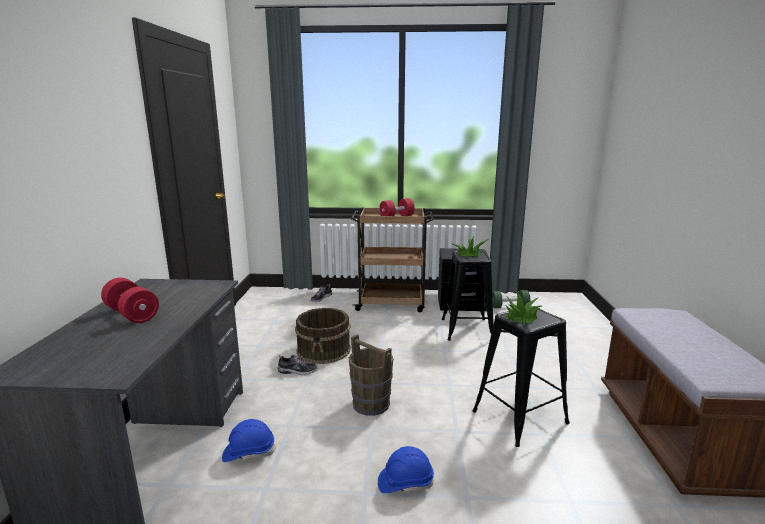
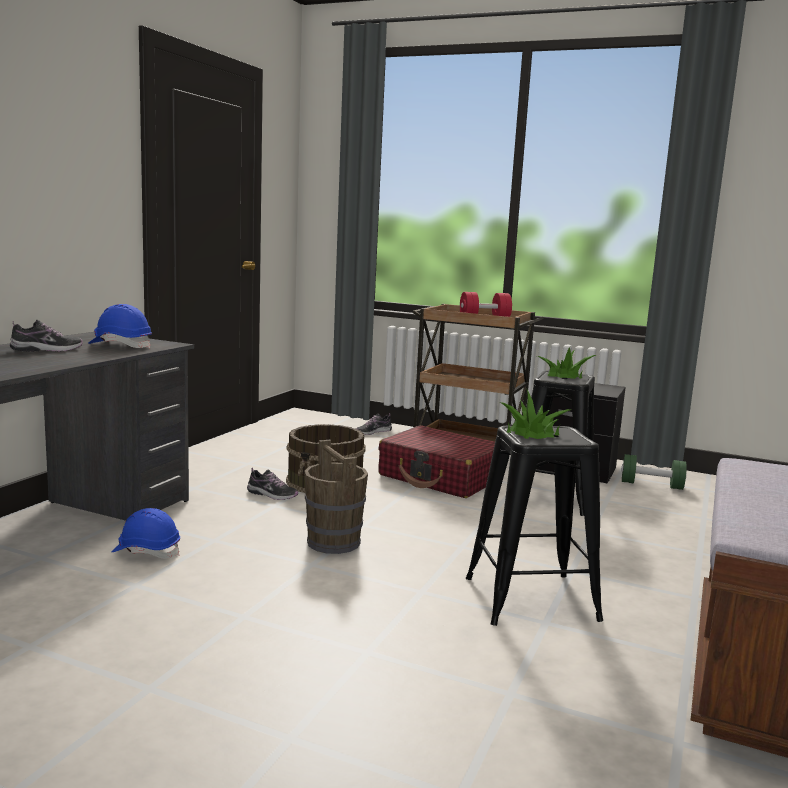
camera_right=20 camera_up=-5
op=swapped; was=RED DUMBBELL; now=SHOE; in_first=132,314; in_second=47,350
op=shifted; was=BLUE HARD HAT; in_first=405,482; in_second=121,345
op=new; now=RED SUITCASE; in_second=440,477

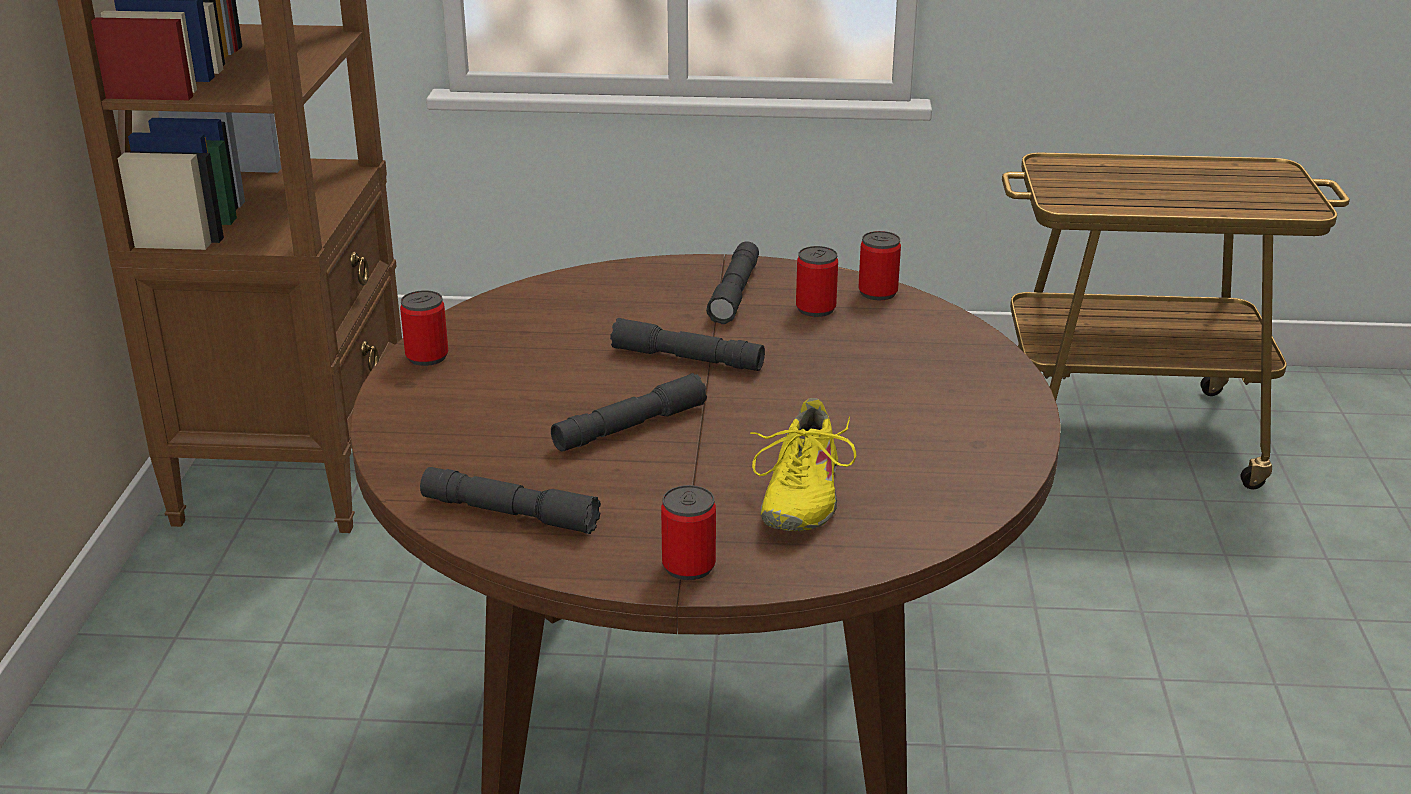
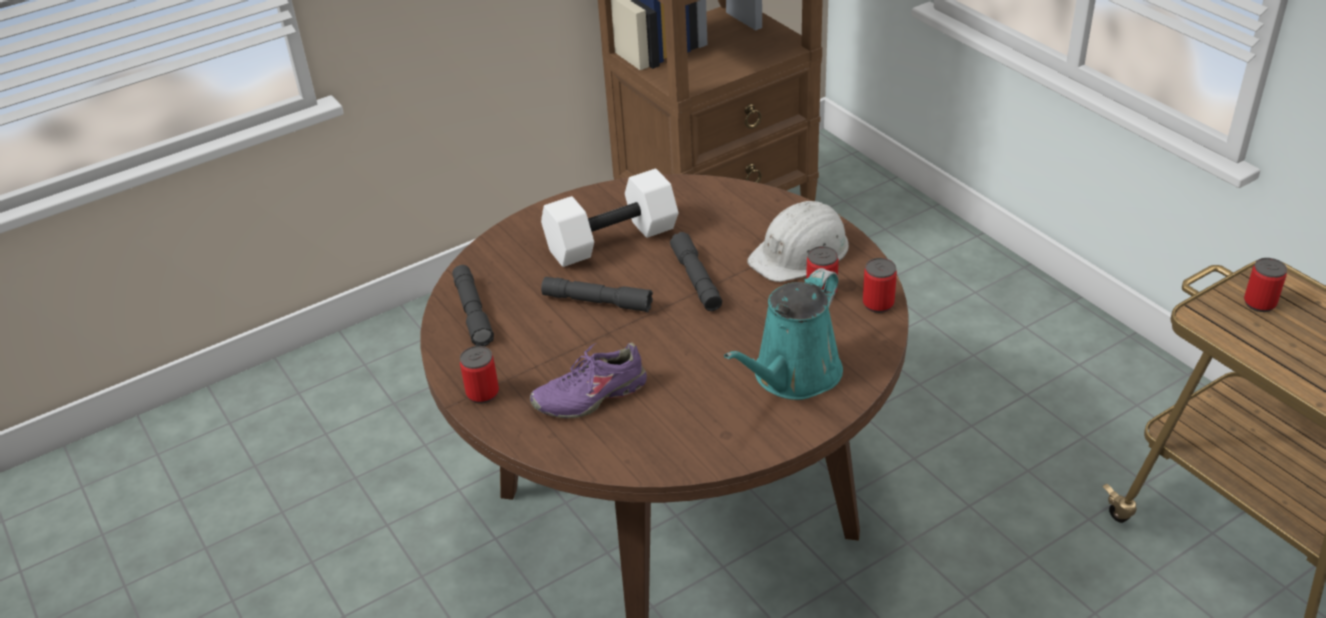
camera_right=55 camera_up=10
op=shifted; was=CAN; in_first=427,357; in_second=1259,303
op=swapped; was=GREY FLASHLIGHT; now=WHITE HARD HAT; in_first=734,293; in_second=801,253
op=repainted; was=YELLOW SHOE; now=PURPLE SHOE; in_first=799,496; in_second=590,395
op=new; now=WHITE DUMBBELL; in_second=612,238
op=new; now=TURQUOISE WATERING CAN; in_second=792,376

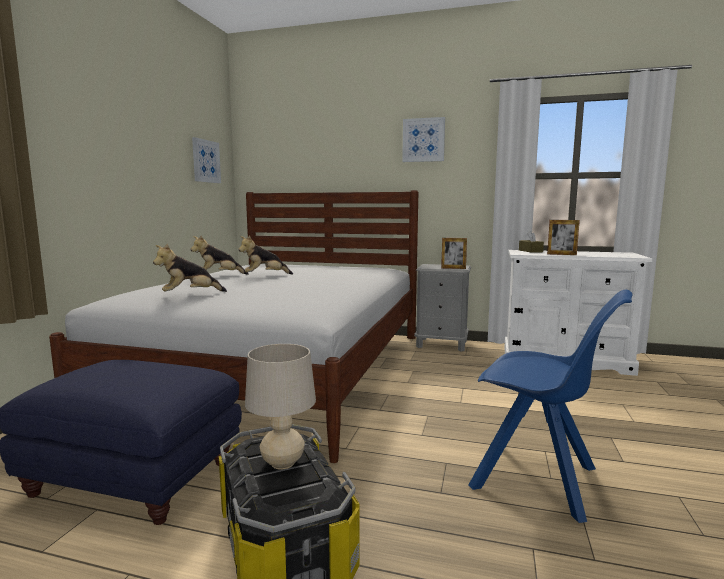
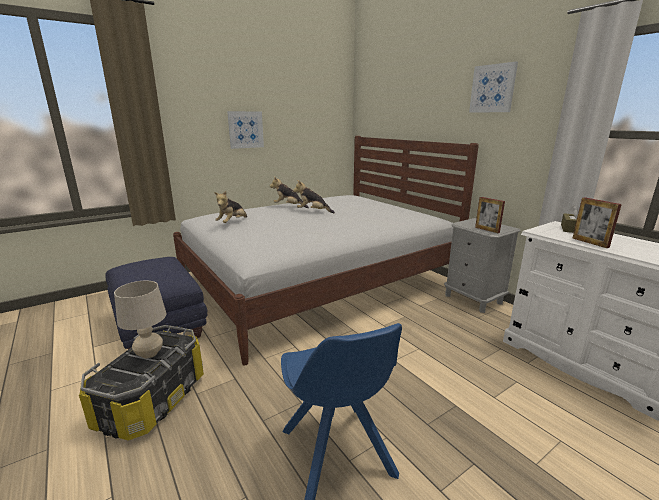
camera_right=40 camera_up=10
op=rotated; was=PLUSH TOY; in_first=190,295; in_second=232,223; clockwise=-75
op=shifted; was=PICTURE; in_first=206,161; in_second=245,129

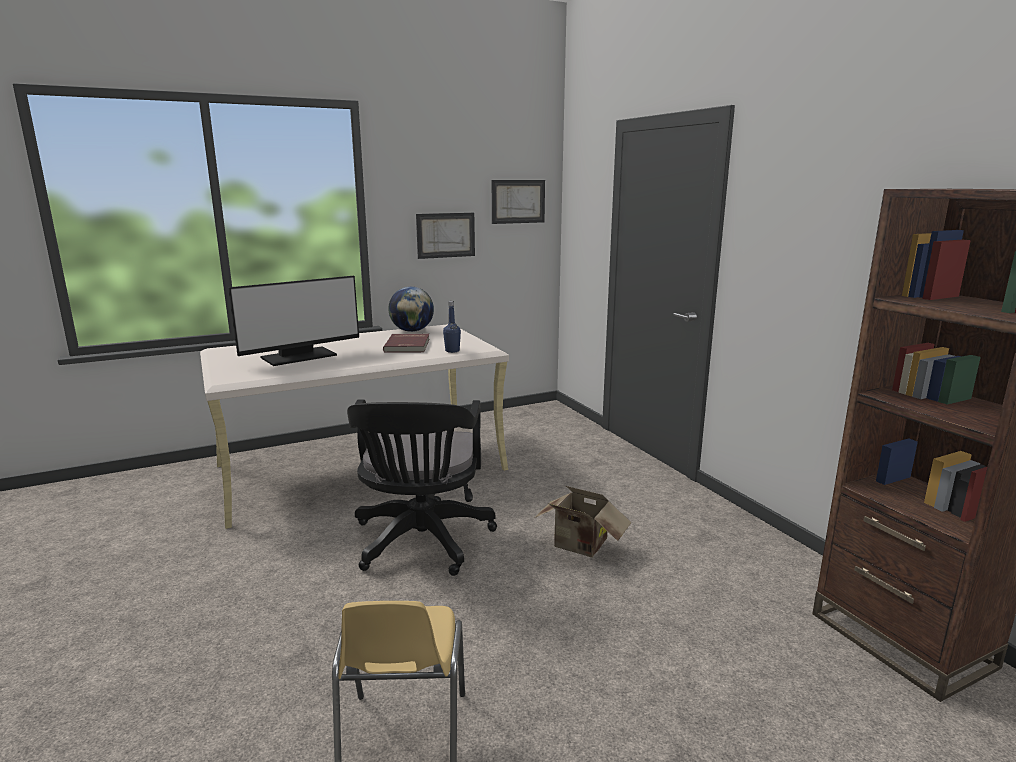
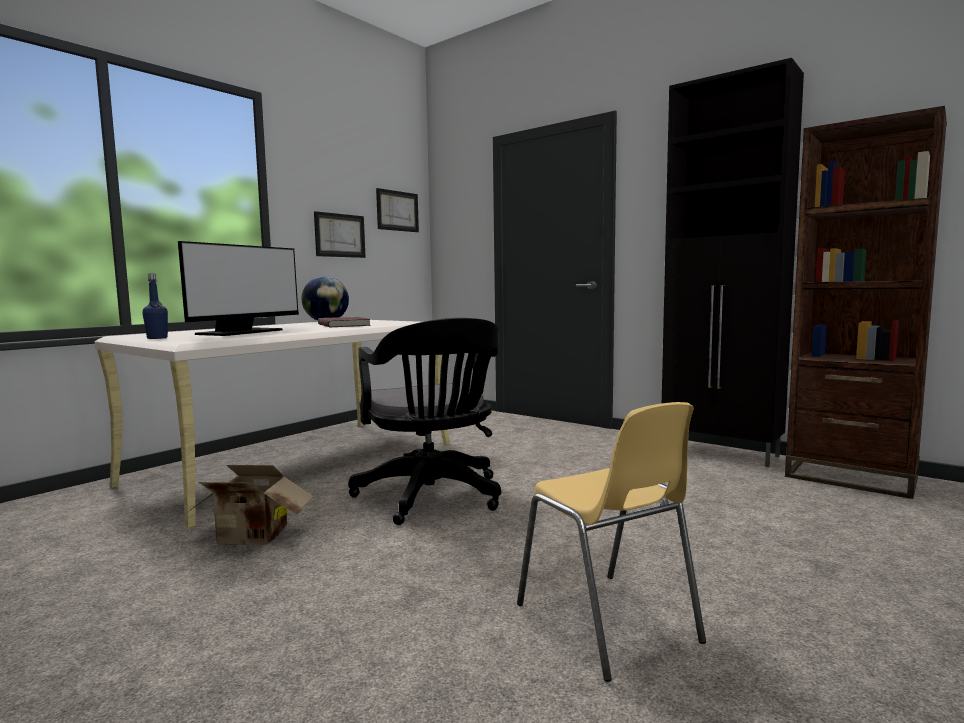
camera_right=-25 camera_up=-10
op=shifted; was=BLUE BOTTLE; in_first=452,351; in_second=157,338
op=shifted; was=CARDBOARD BOX; in_first=580,546; in_second=252,539
op=new; now=BLACK CABINET; in_second=722,453

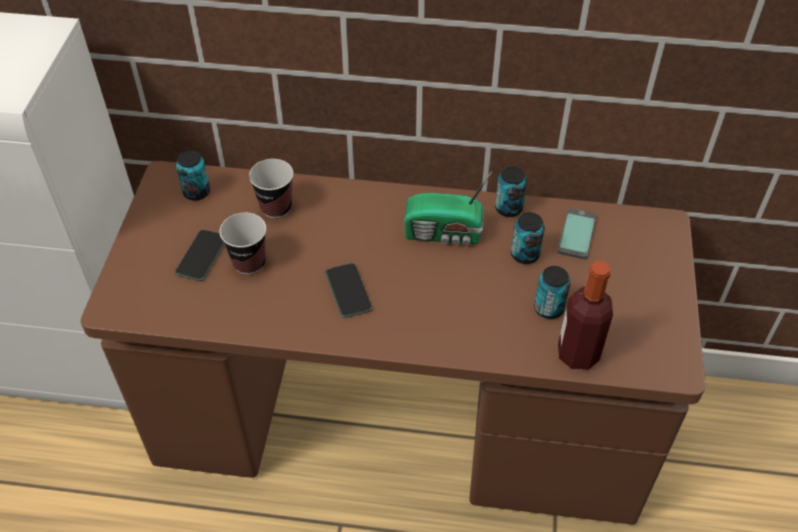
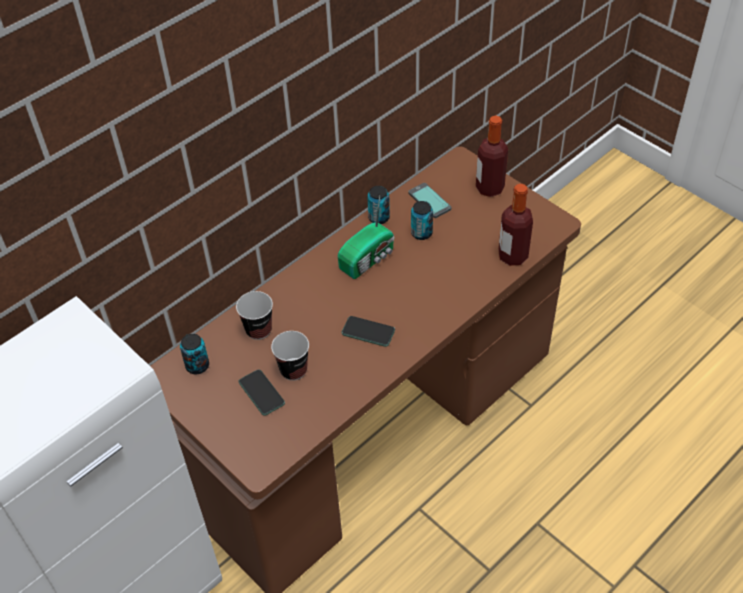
camera_right=-50 camera_up=0
op=gone; was=CAN; in_first=549,308
op=new; now=BOTTLE; in_second=489,188

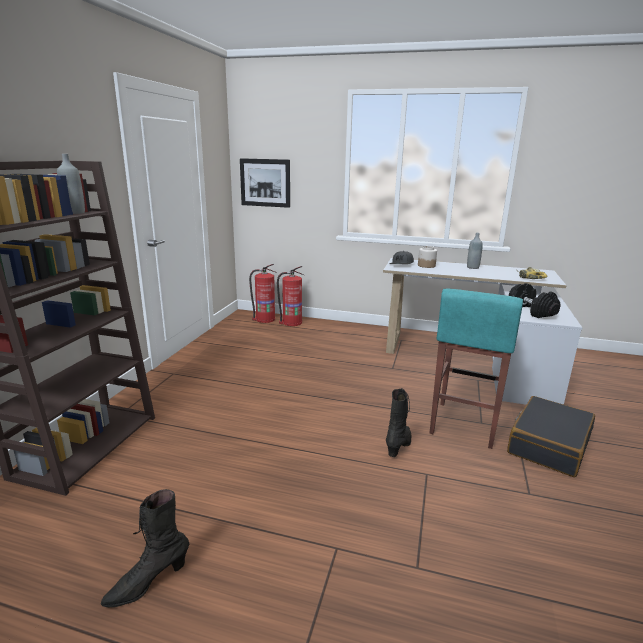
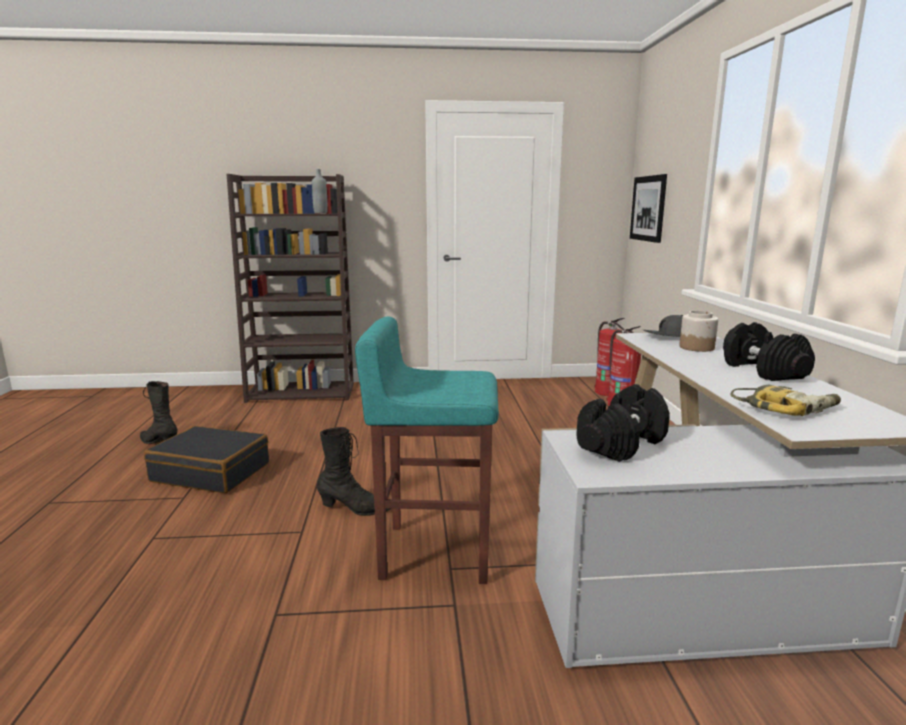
camera_right=70 camera_up=-5
op=swapped; was=GREY BOTTLE; now=BLACK DUMBBELL; in_first=472,267; in_second=762,370
op=shifted; was=BLACK SUITCASE; in_first=548,445; in_second=211,472

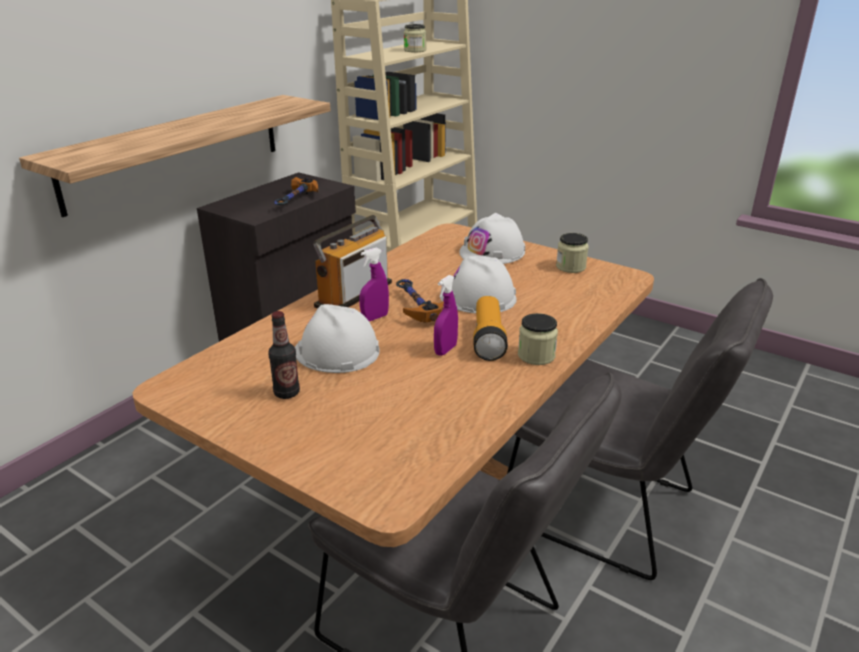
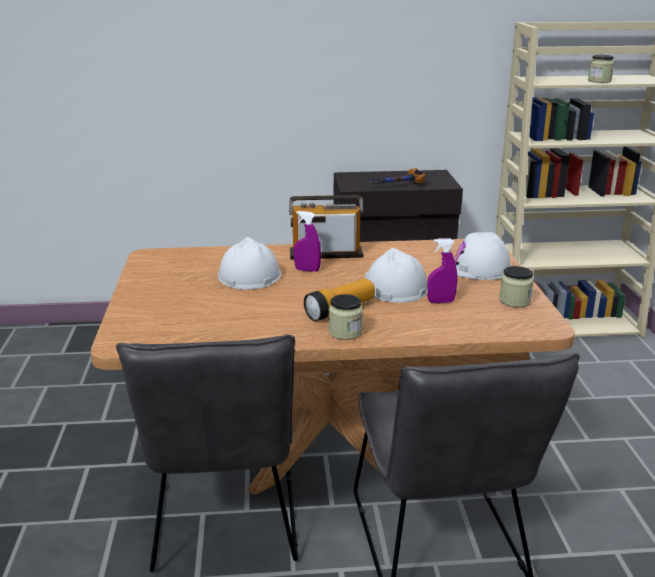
camera_right=50 camera_up=-5
op=gone; was=SHELF; in_first=176,151
op=gone; was=BOTTLE; in_first=287,393
op=gone; was=HAMMER; in_first=415,307
op=shifted; was=PURPLE SPRAY BOTTLE; in_first=445,350; in_second=441,302

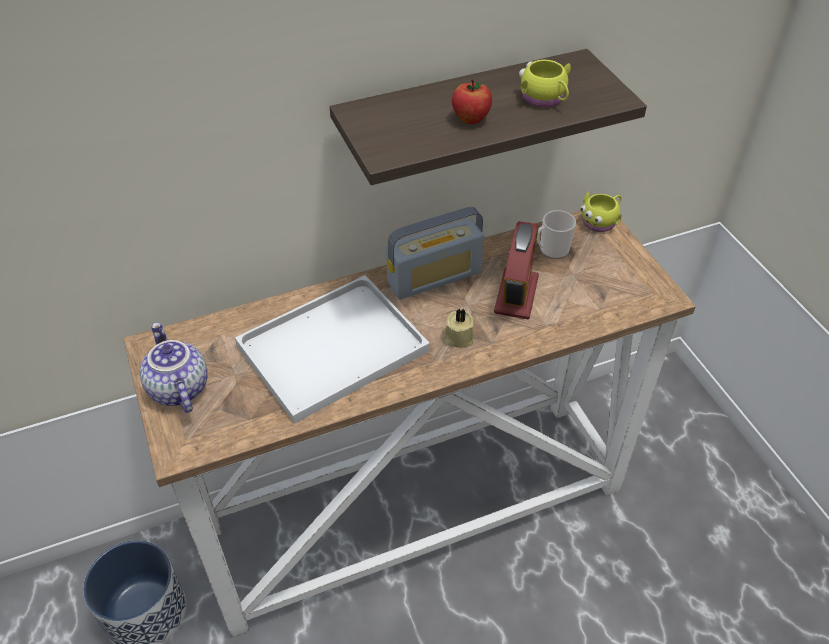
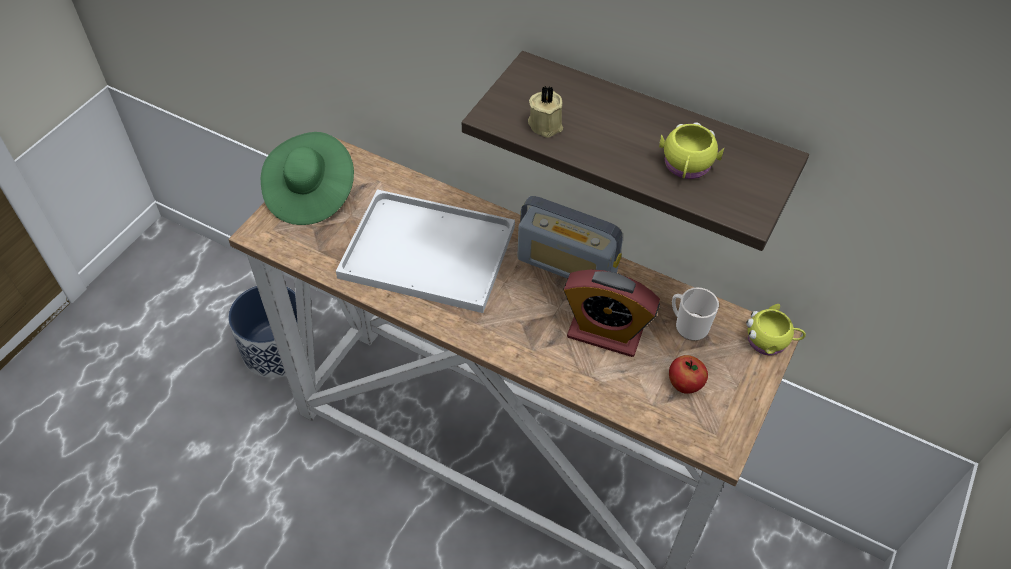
camera_right=50 camera_up=5
op=swapped; was=TEAPOT; now=GREEN HAT; in_first=177,388; in_second=310,194
op=shifted; was=BEIGE CANDLE; in_first=458,337; in_second=546,124
op=shifted; was=APPLE; in_first=470,119; in_second=684,384
op=rotated; was=ALARM CLOCK; in_first=516,295; in_second=605,333; clockwise=45

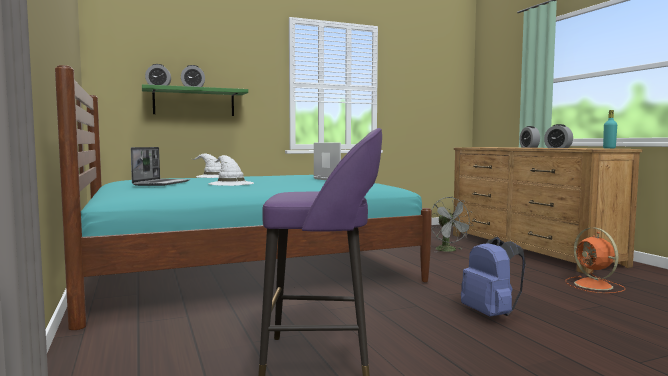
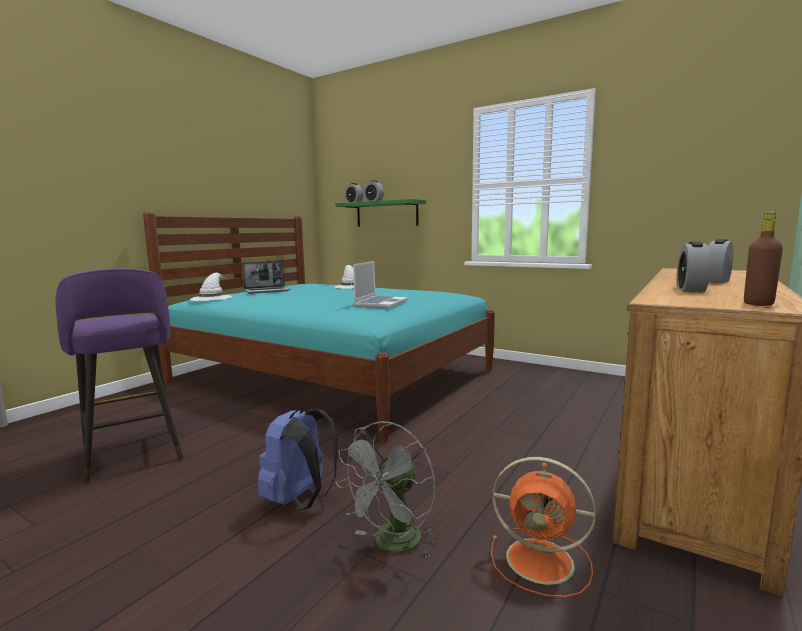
camera_right=55 camera_up=5
op=shifted; was=WHITE HAT; in_first=230,183; in_second=211,298
op=shifted; was=GREY FAN; in_first=449,250; in_second=392,545
op=rotated; was=ORANGE FAN; in_first=594,285; in_second=543,561; clockwise=-105
op=repainted; was=TURQUOISE BOTTLE; now=BROWN BOTTLE; in_first=609,148; in_second=758,304

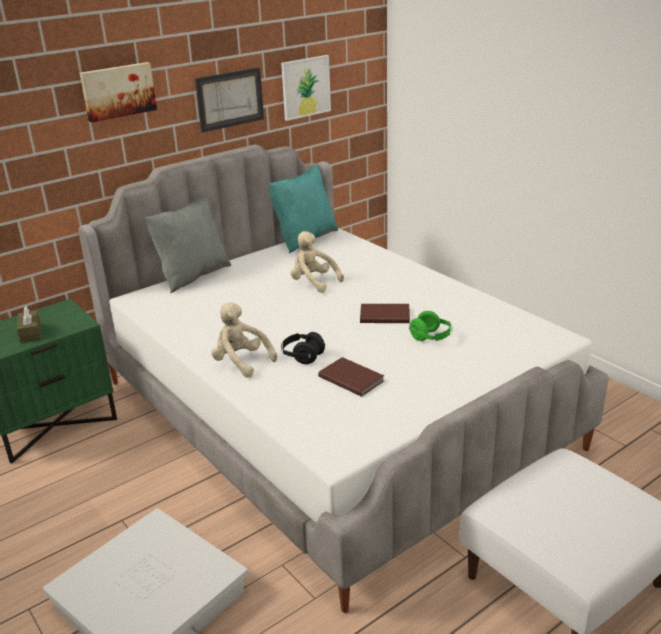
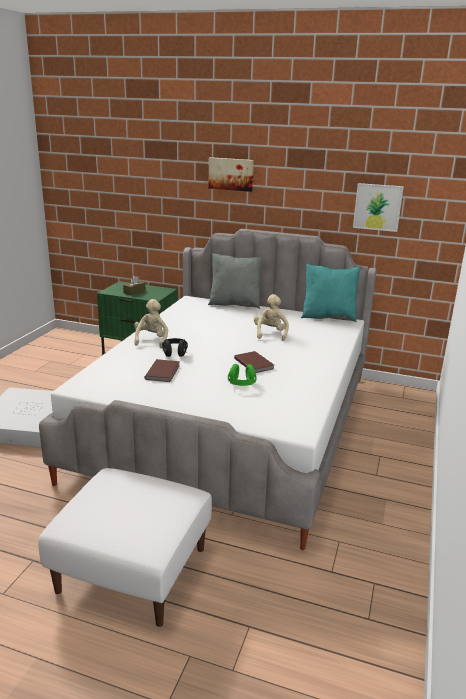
camera_right=55 camera_up=-5
op=gone; was=PICTURE; in_first=230,99

